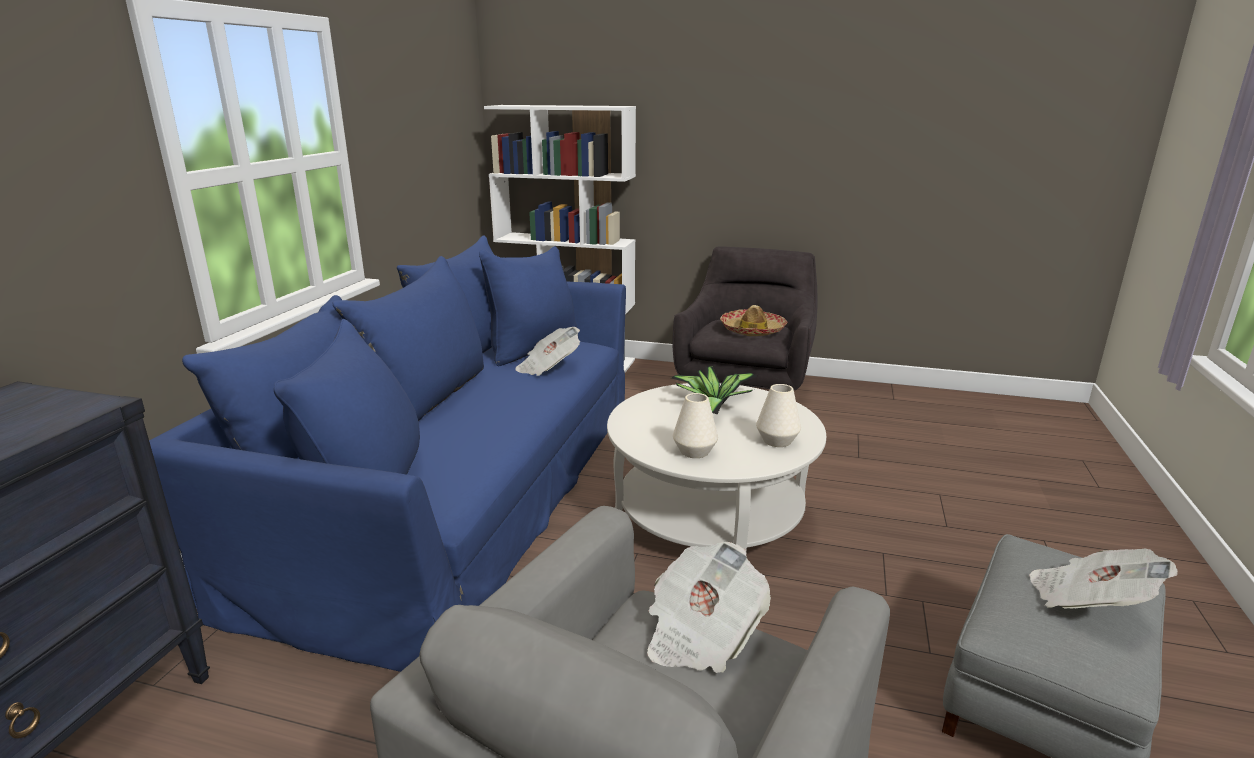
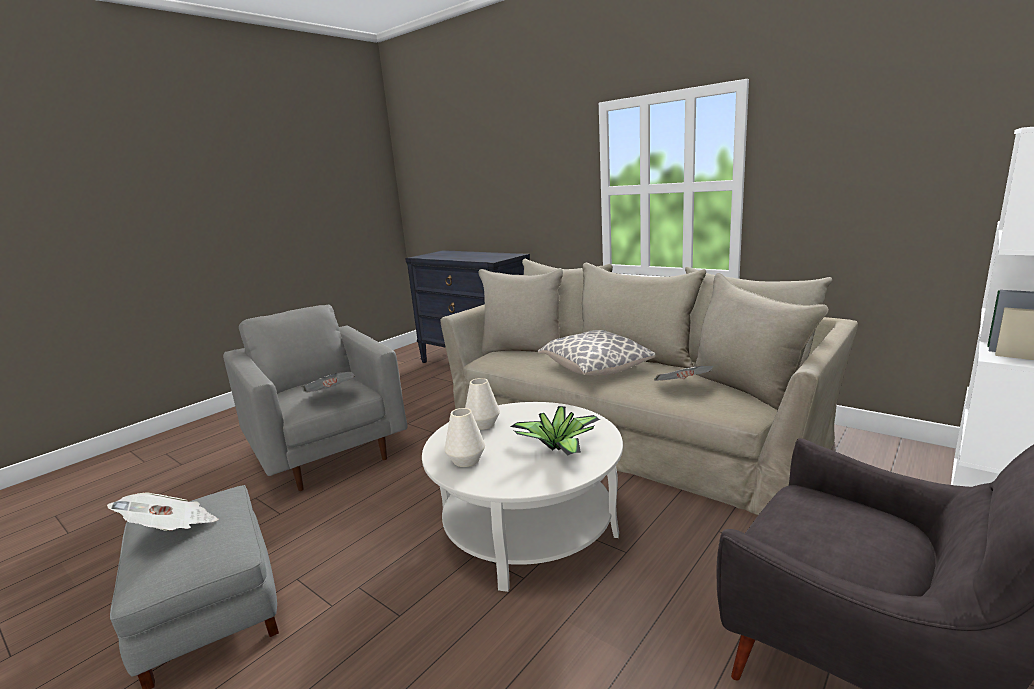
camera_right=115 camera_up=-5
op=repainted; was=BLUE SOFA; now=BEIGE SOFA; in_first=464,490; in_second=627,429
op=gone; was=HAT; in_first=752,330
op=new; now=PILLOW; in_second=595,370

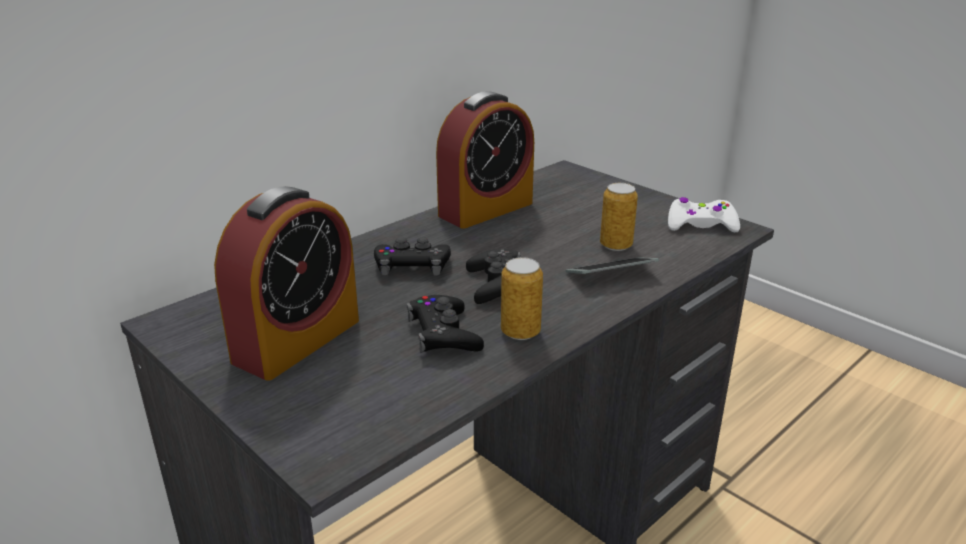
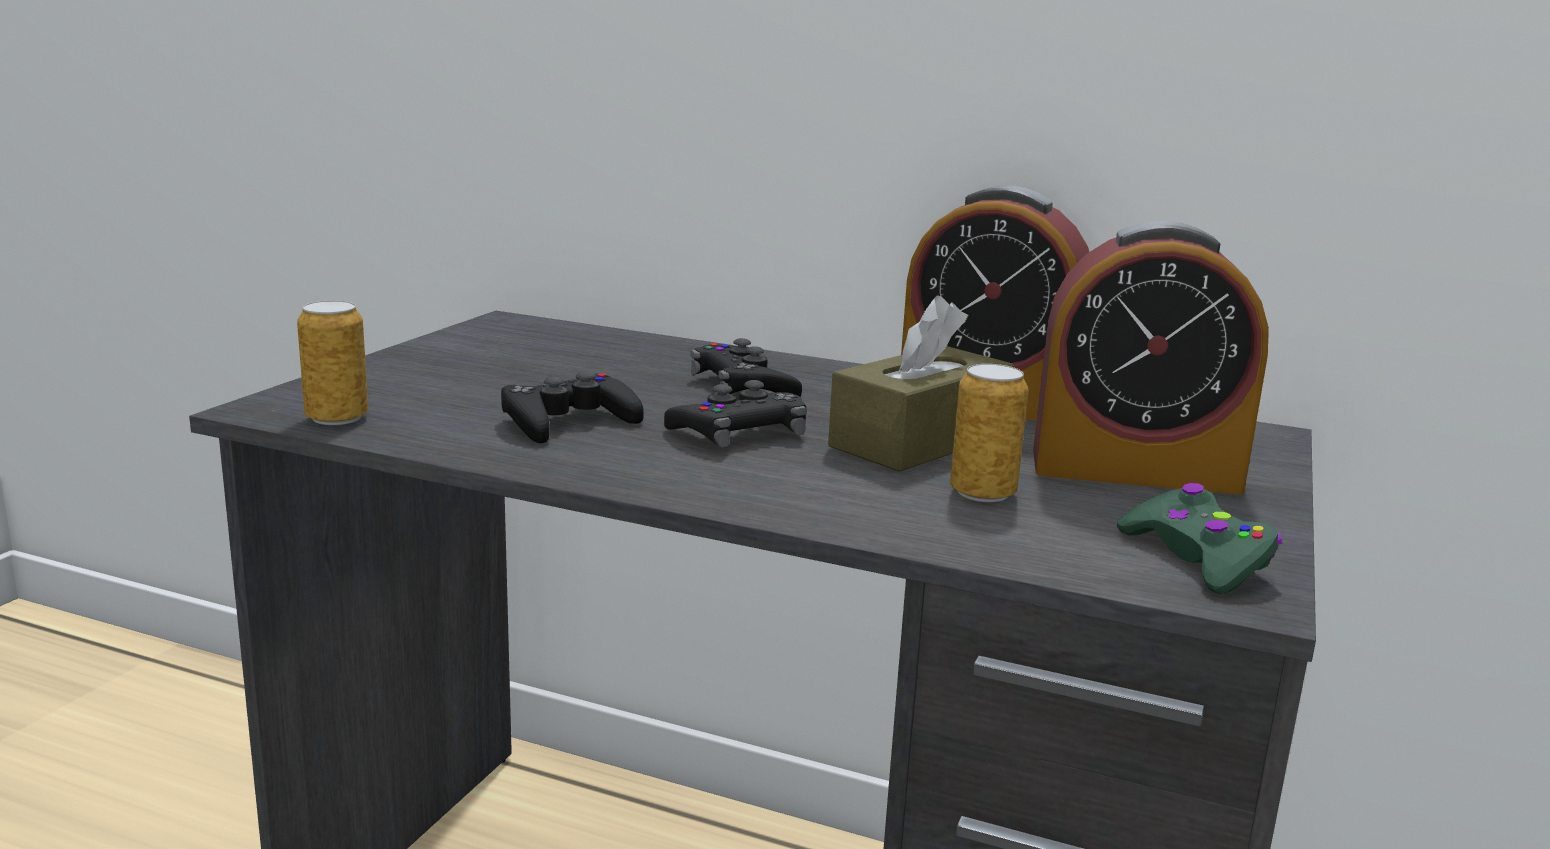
camera_right=65 camera_up=-10
op=shifted; was=ALARM CLOCK; in_first=297,340; in_second=1134,470
op=shifted; was=CAN; in_first=520,332; in_second=337,418
op=gone; was=PHONE; in_first=611,274
op=repainted; was=WHITE GAME CONTROLLER; now=GREEN GAME CONTROLLER; in_first=700,225; in_second=1197,557
op=new; now=BROWN TISSUE BOX; in_second=919,440

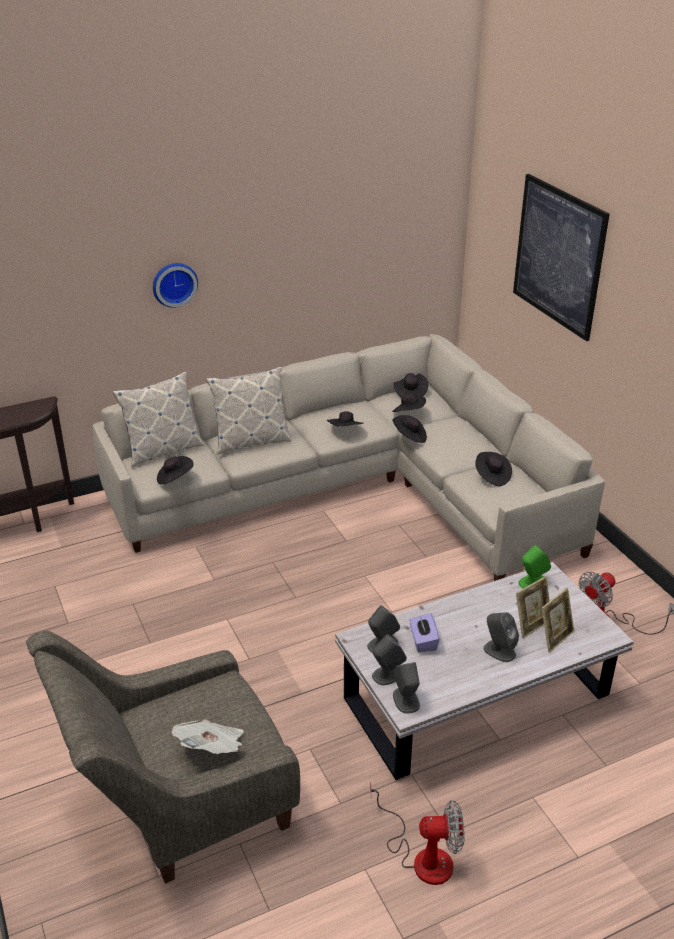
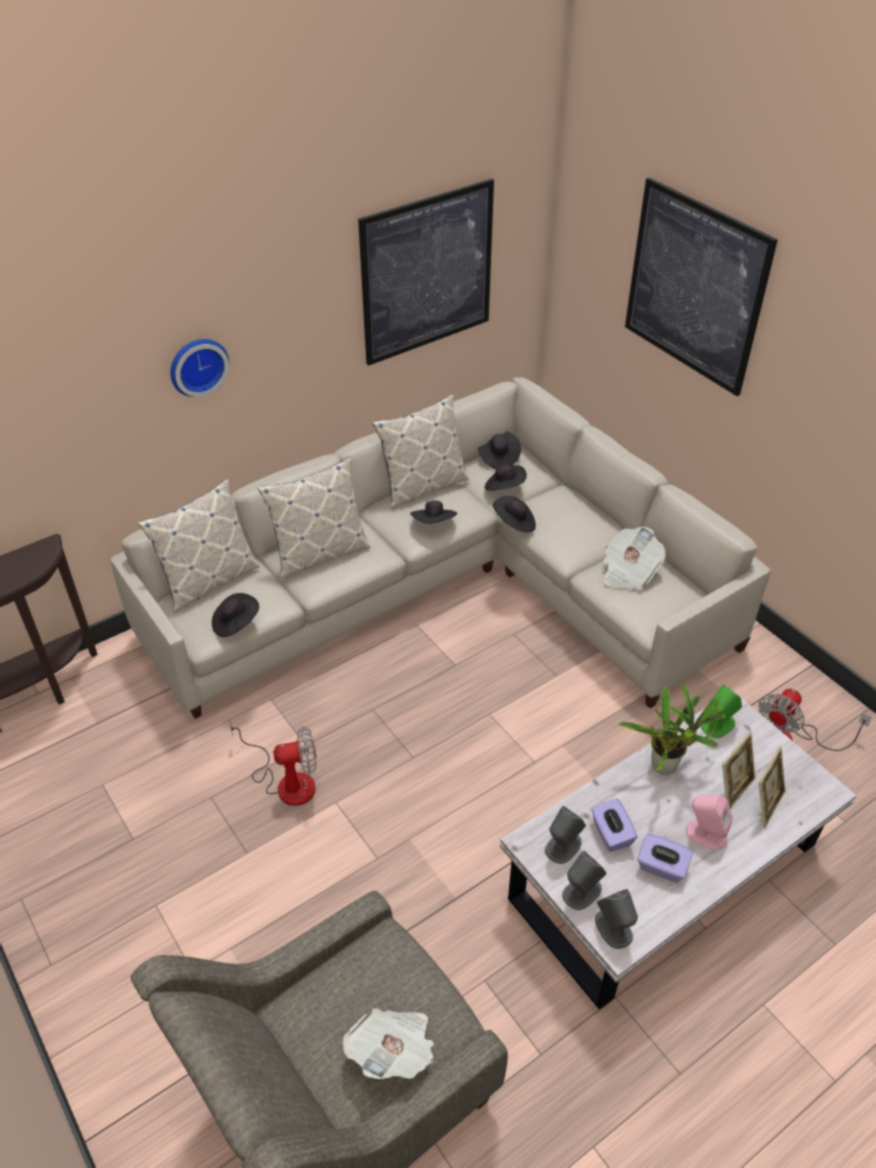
camera_right=-10 camera_up=10
op=shifted; was=FAN; in_first=422,856; in_second=286,781
op=swapped; was=BLACK HAT; now=NEWSPAPER; in_first=492,476; in_second=628,571
op=repainted; was=GREY SPEAKER; now=PINK SPEAKER; in_first=499,651; in_second=705,834
op=new; now=PICTURE; in_second=427,273
op=new; now=PILLOW; in_second=422,486
op=new; now=POTTED PLANT; in_second=667,765
op=new; now=PURPLE TISSUE BOX; in_second=661,867

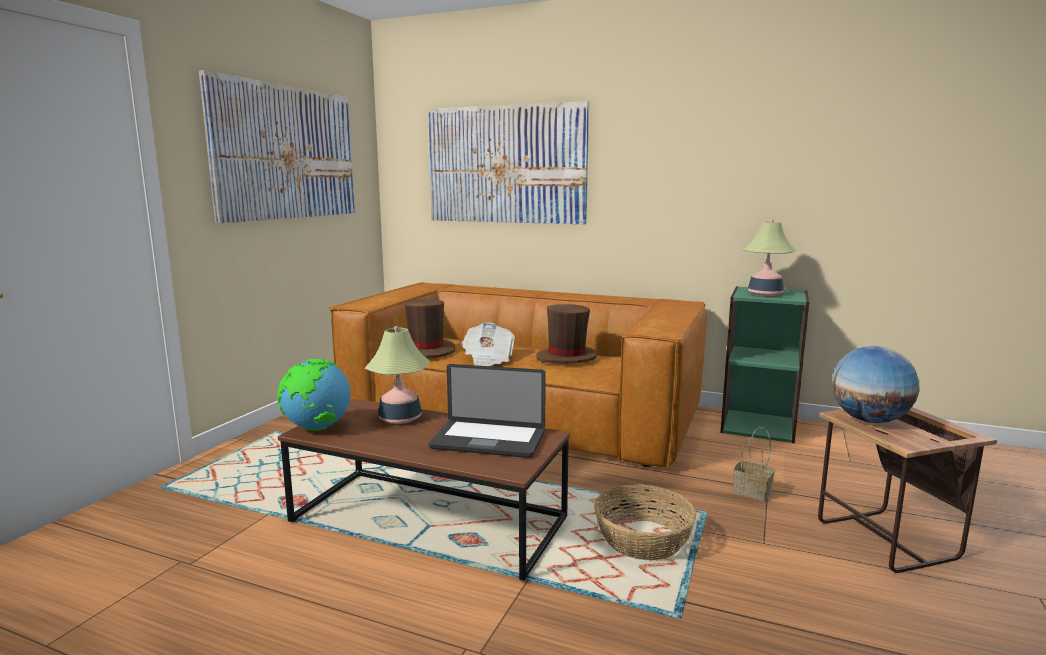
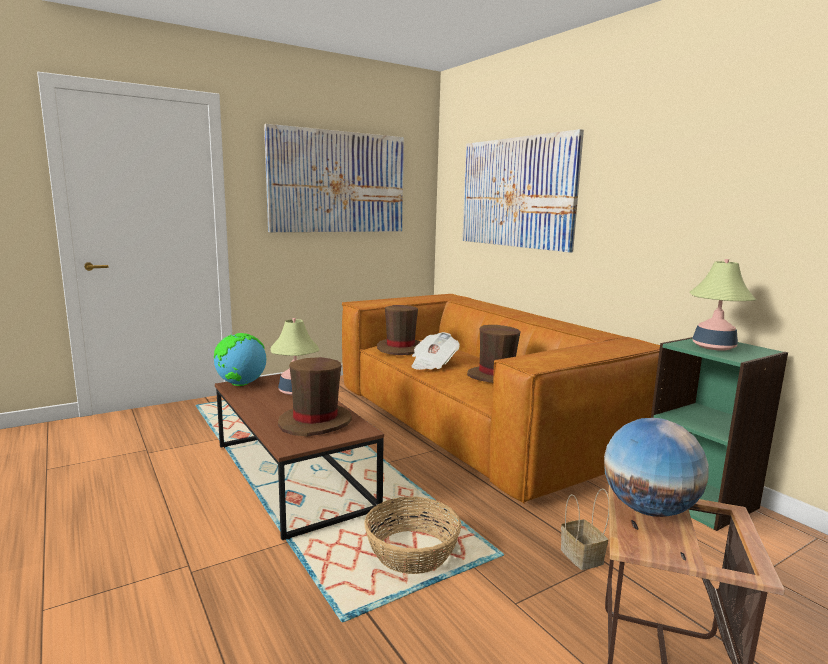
camera_right=35 camera_up=0
op=swapped; was=LAPTOP; now=BROWN HAT; in_first=488,441; in_second=315,422

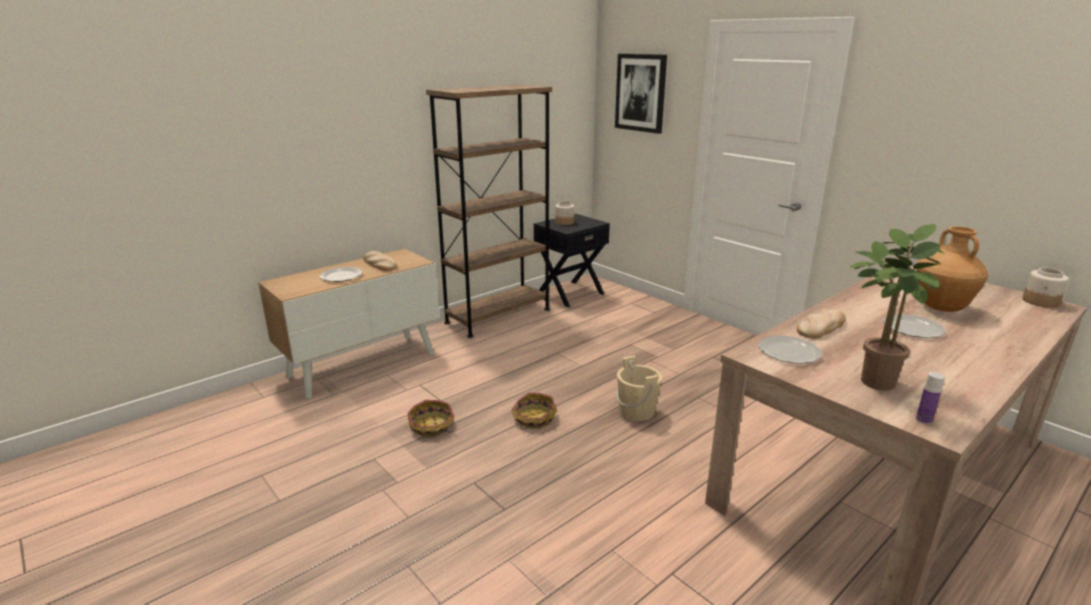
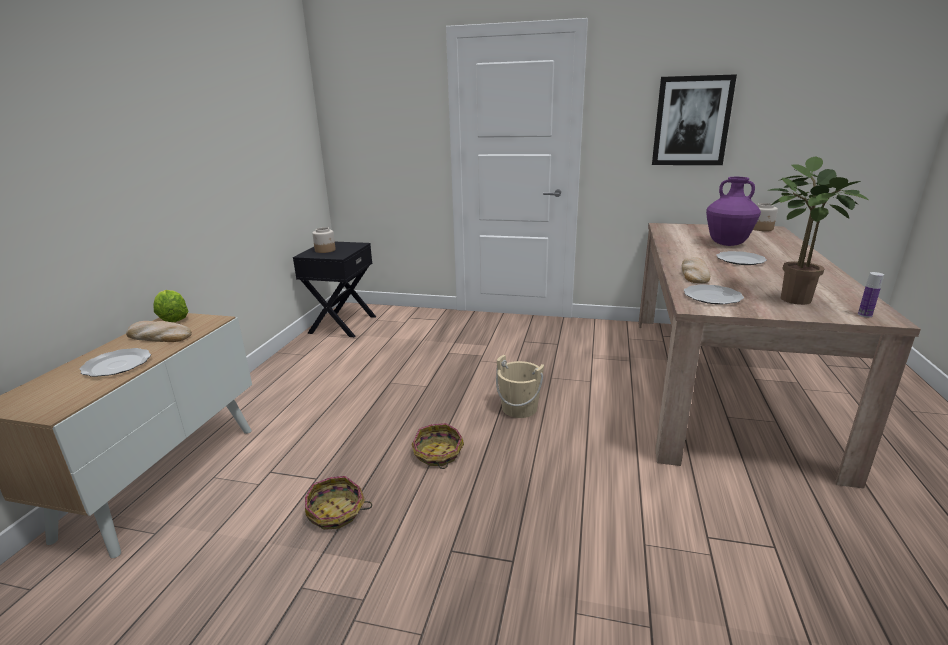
camera_right=-35 camera_up=0
op=gone; was=BROWN BOOKCASE; in_first=498,316
op=shifted; was=PICTURE; in_first=640,93; in_second=691,121
op=repainted; was=BROWN VASE; now=PURPLE VASE; in_first=940,308; in_second=727,244
op=new; now=LETTUCE; in_second=172,318

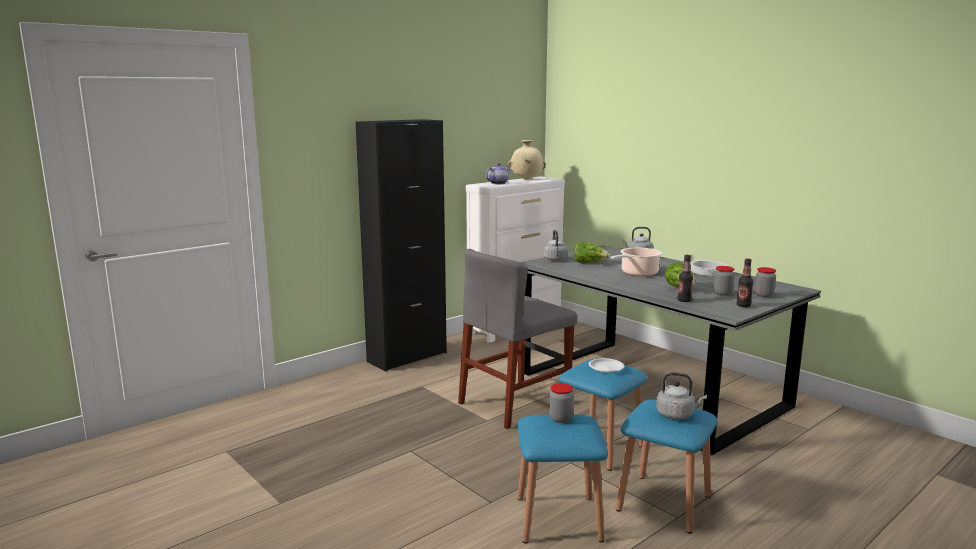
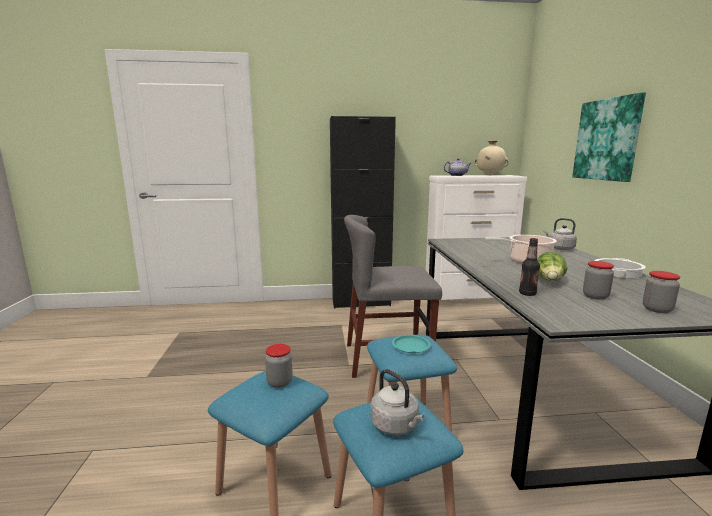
camera_right=35 camera_up=0
op=gone; was=GREY KETTLE; in_first=556,260
op=gone; was=LETTUCE; in_first=590,263
op=repainted; was=WHITE PLATE; now=TURQUOISE PLATE; in_first=606,368; in_second=411,346
op=gone; was=BOTTLE; in_first=743,305
op=new; now=PICTURE; in_second=607,139

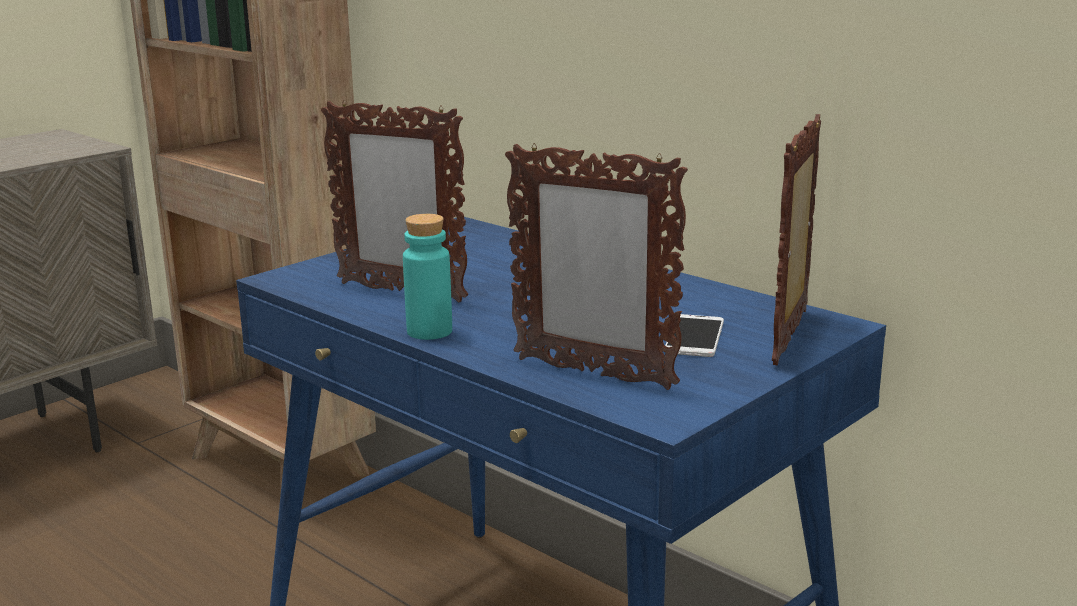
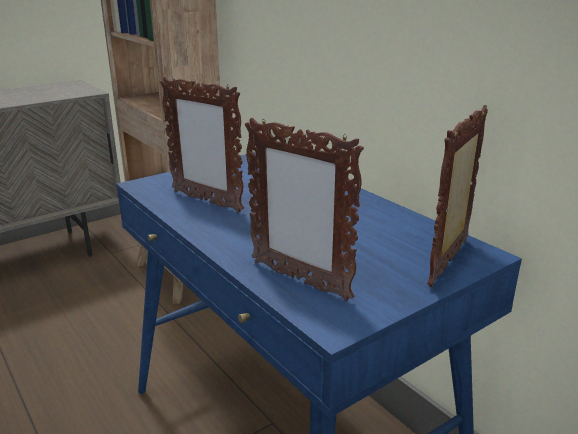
camera_right=10 camera_up=5
op=gone; was=TURQUOISE BOTTLE; in_first=429,331
op=gone; was=PHONE; in_first=694,337

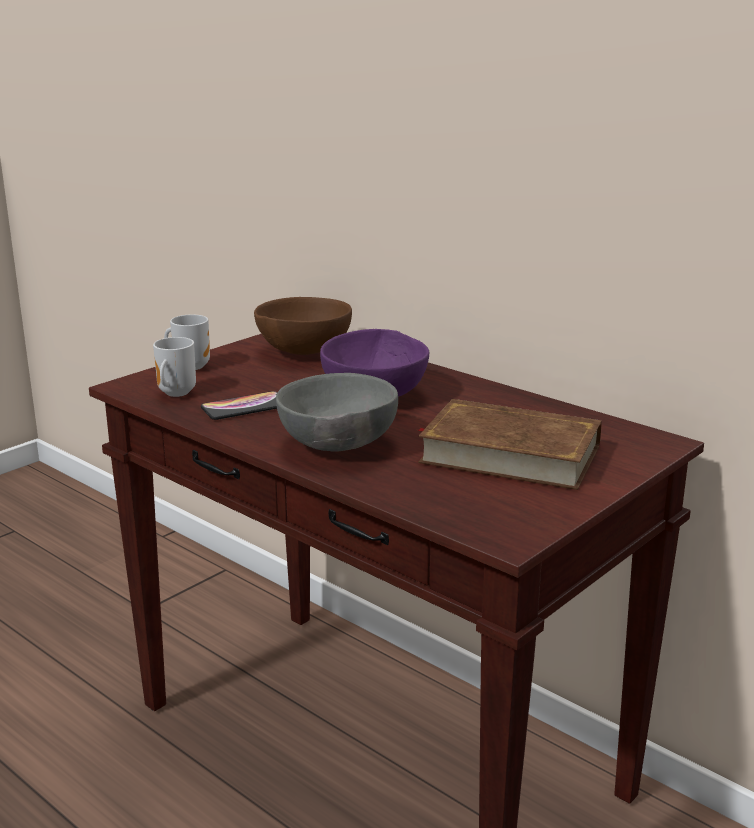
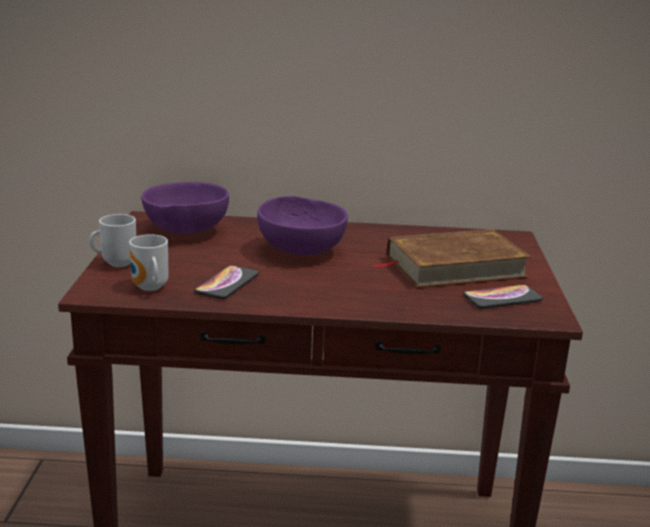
camera_right=-40 camera_up=0
op=repainted; was=BROWN BOWL; now=PURPLE BOWL; in_first=301,352; in_second=185,232
op=gone; was=GREY BOWL; in_first=337,446
op=new; now=PHONE; in_second=502,298

